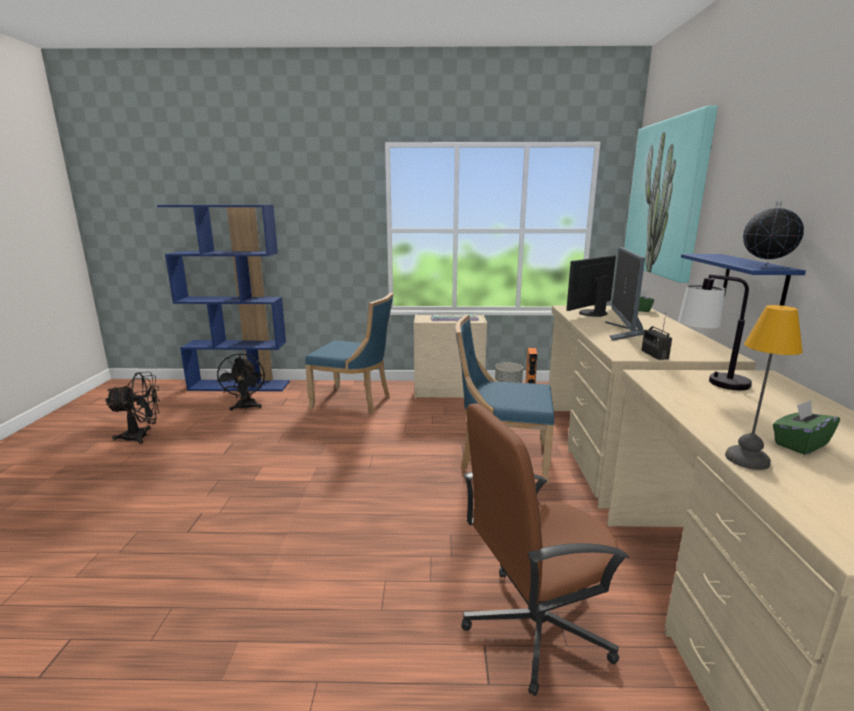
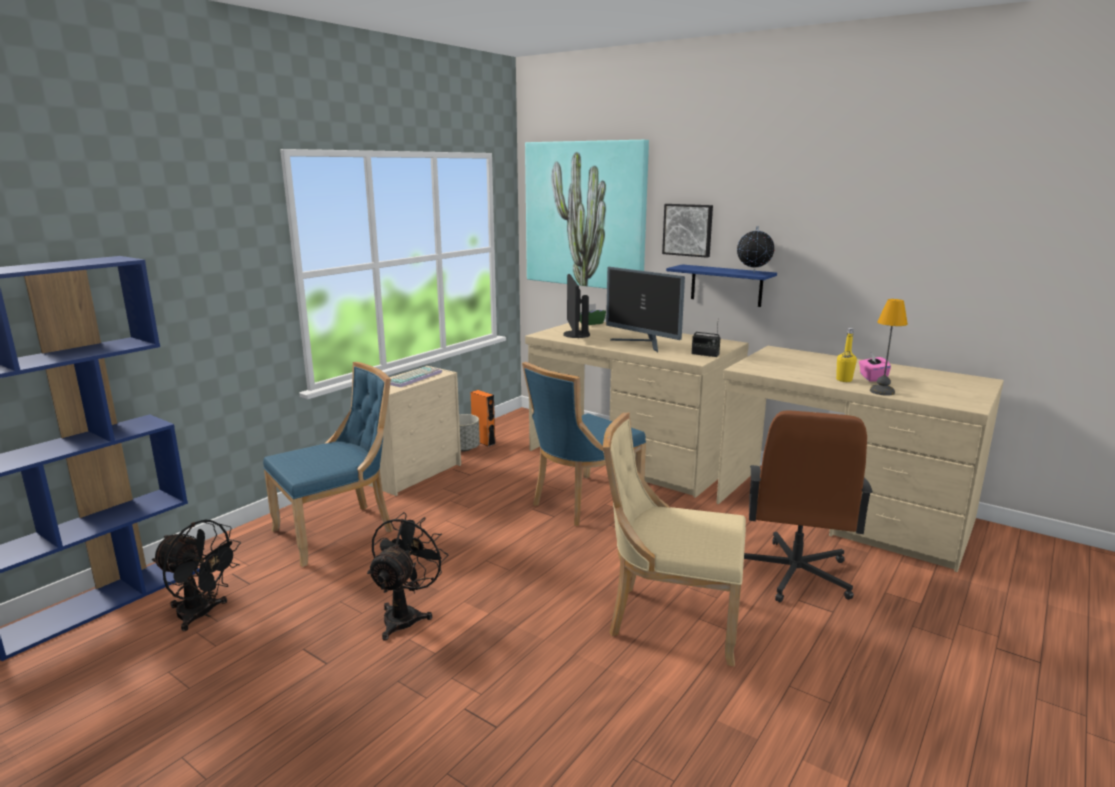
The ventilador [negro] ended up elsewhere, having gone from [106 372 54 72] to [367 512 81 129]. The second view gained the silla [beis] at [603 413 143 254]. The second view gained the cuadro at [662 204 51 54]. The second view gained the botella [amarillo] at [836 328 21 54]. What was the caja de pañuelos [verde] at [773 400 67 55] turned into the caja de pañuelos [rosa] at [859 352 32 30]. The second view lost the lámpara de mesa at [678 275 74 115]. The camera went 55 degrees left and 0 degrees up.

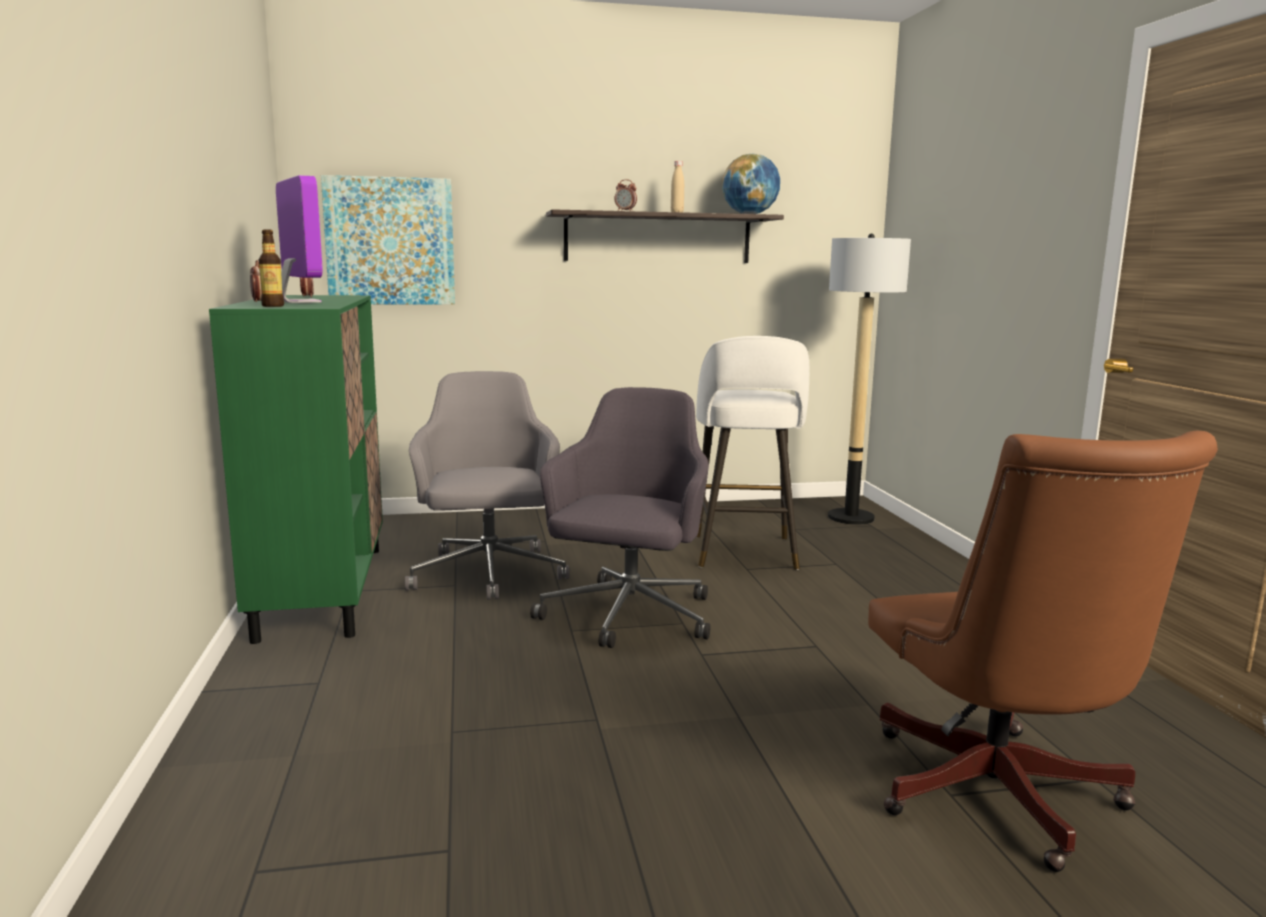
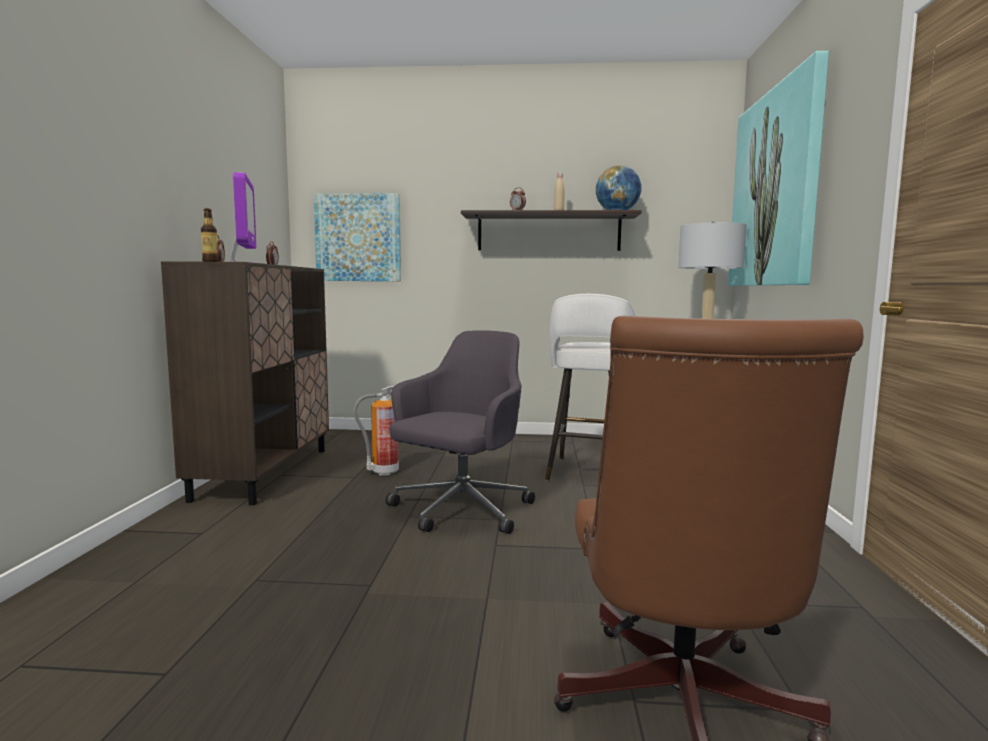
What was the armario [verde] at [209 295 174 349] turned into the armario [marrón] at [161 261 168 244]. Where the silla de oficina [gris] stood at [405 371 165 229], the extintor came to stand at [353 386 46 90]. The second view gained the cuadro at [728 51 101 235]. The camera went 15 degrees right and 5 degrees down.

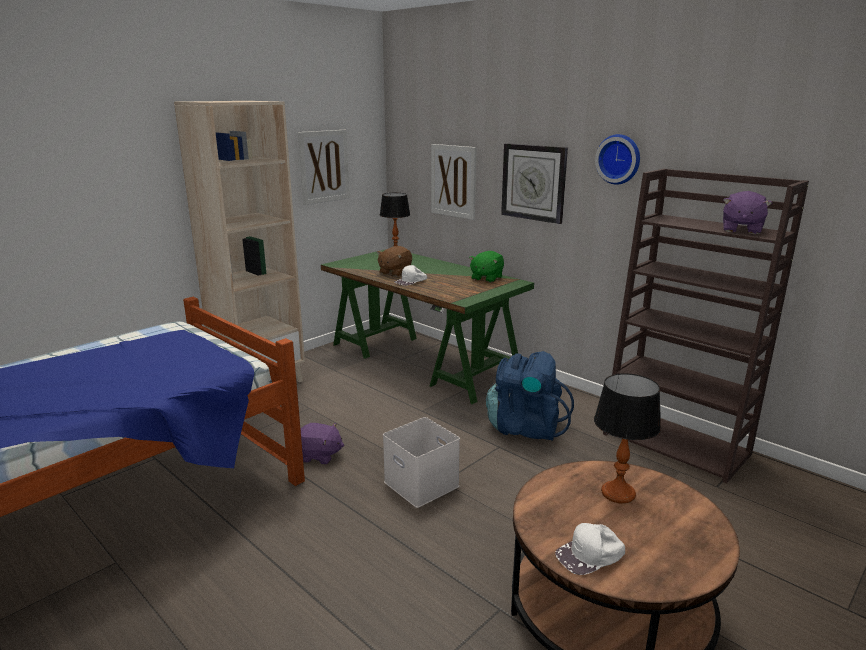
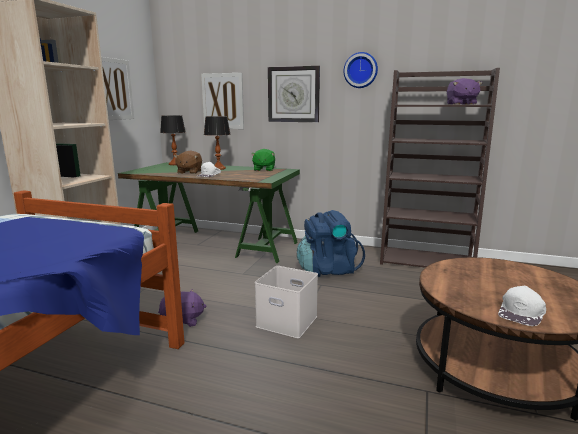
The lámpara de mesa ended up elsewhere, having gone from [594 373 67 131] to [204 116 27 54]. The camera went 25 degrees left and 5 degrees down.

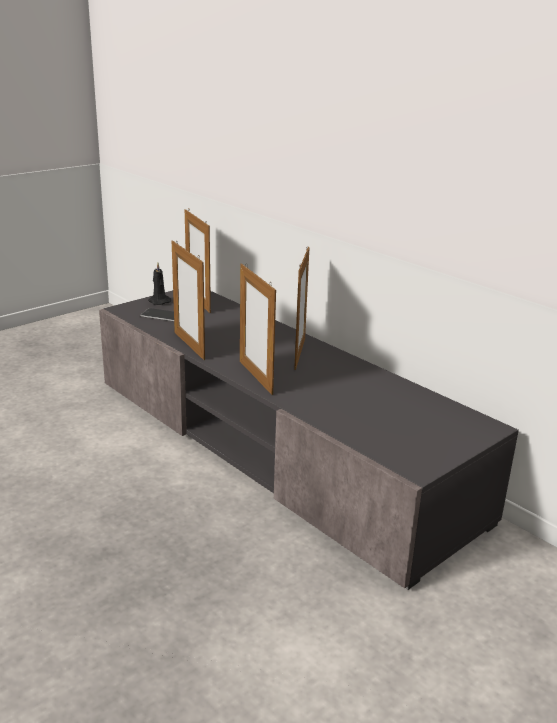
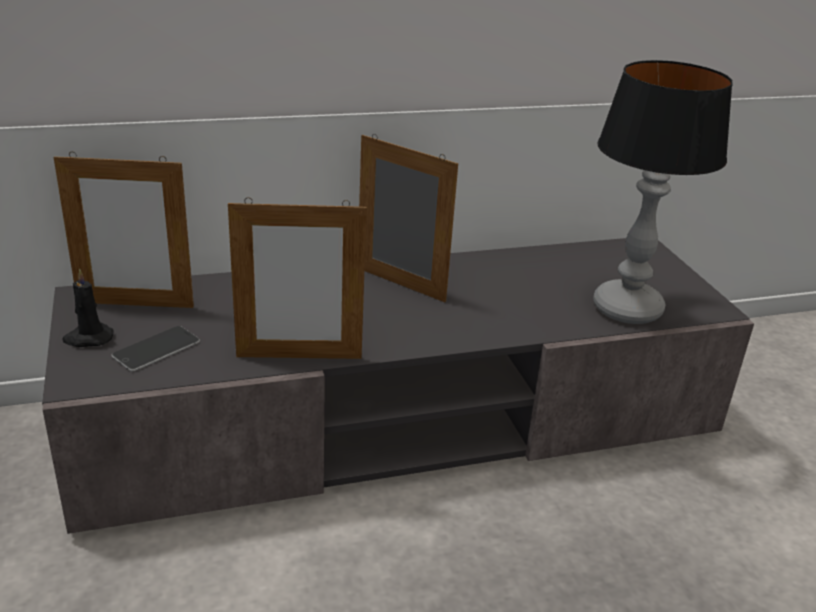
The second view gained the lámpara de mesa at [593 60 140 264]. The second view lost the portarretratos at [240 263 36 132]. The camera went 65 degrees left and 5 degrees up.

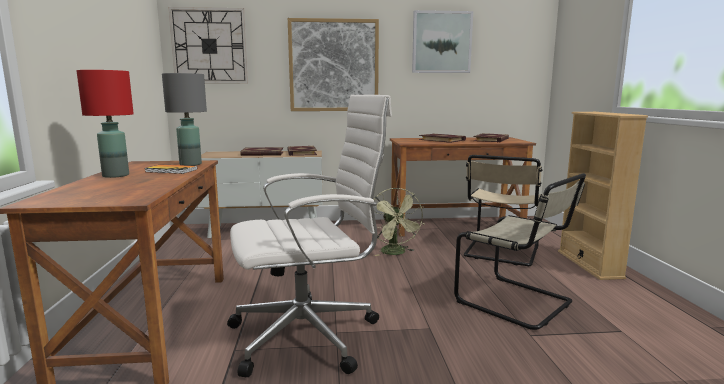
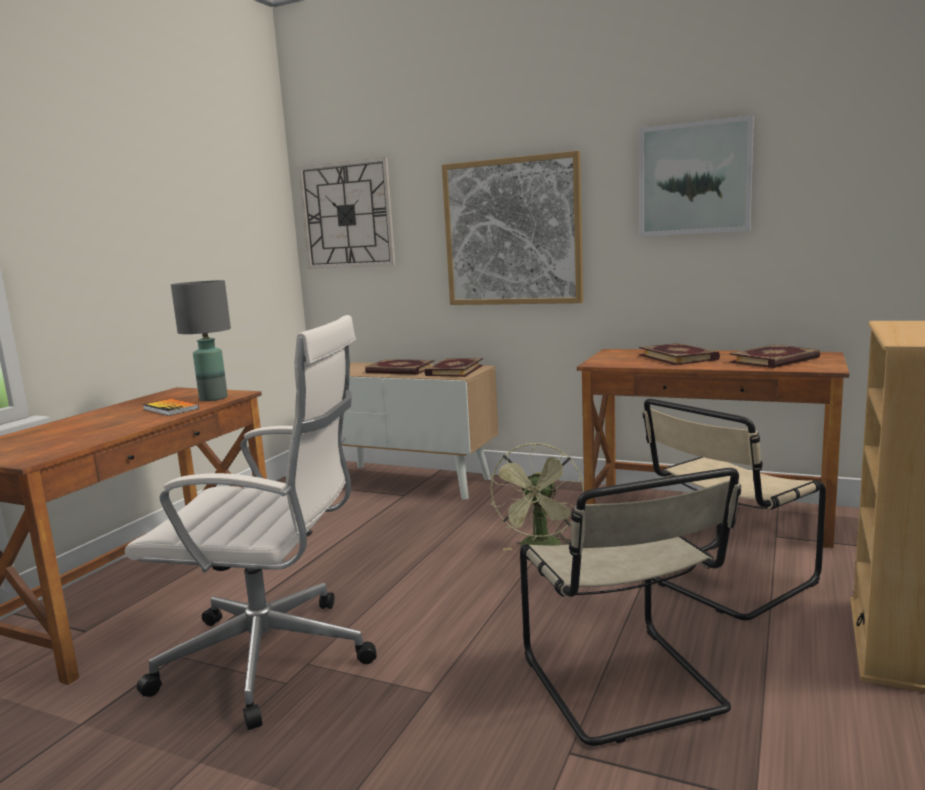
The second view lost the lámpara de mesa [rojo] at [76 70 58 108]. The camera went 30 degrees right and 0 degrees up.

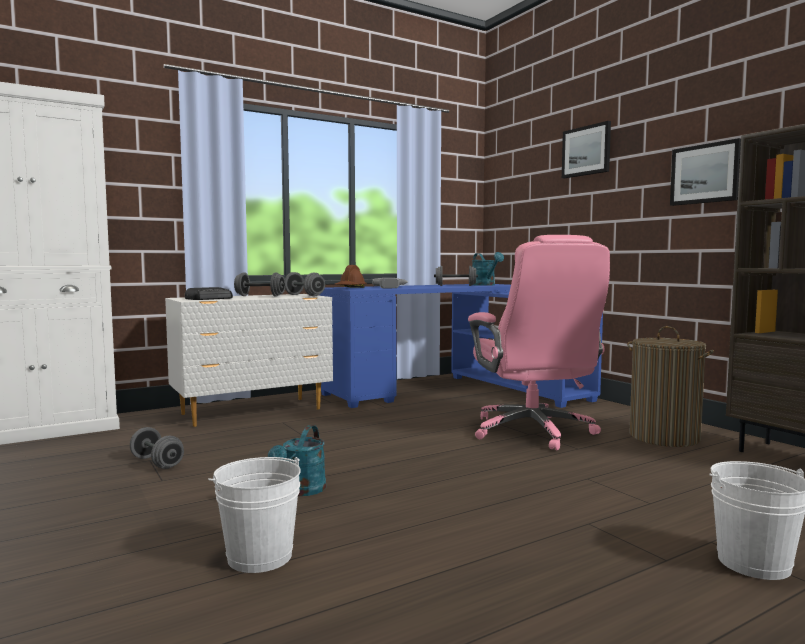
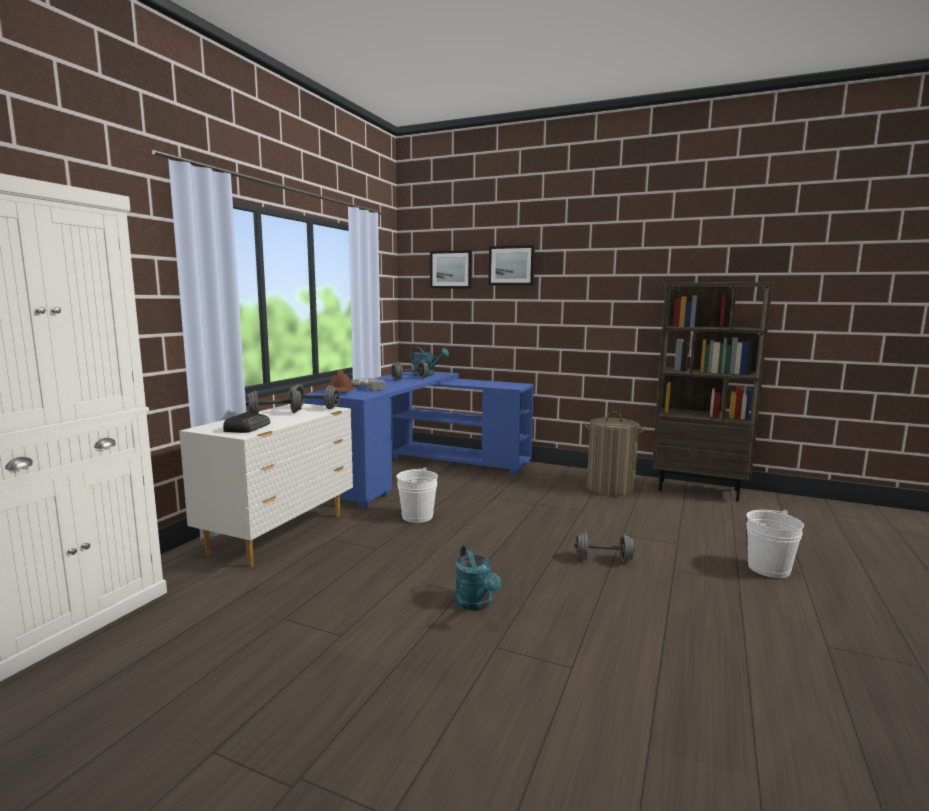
The cubo [blanco] ended up elsewhere, having gone from [208 457 93 116] to [396 467 42 56]. The cuadro ended up elsewhere, having gone from [670 138 71 68] to [430 250 42 38]. The mancuerna [gris] ended up elsewhere, having gone from [130 427 54 42] to [575 532 60 30]. The second view lost the silla de oficina [rosa] at [468 235 142 215]. The camera went 35 degrees left and 5 degrees up.

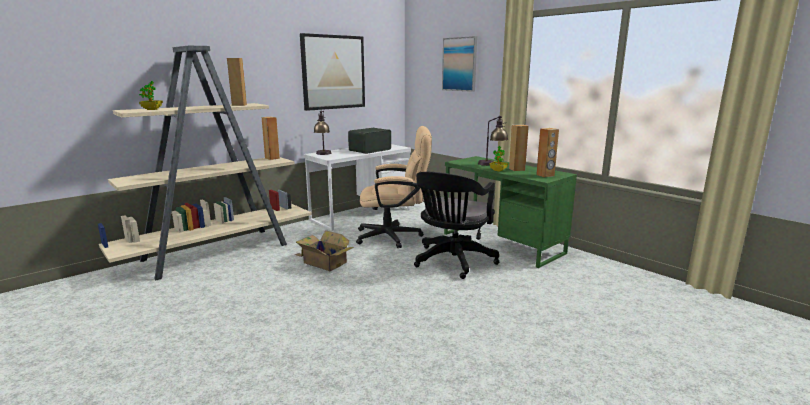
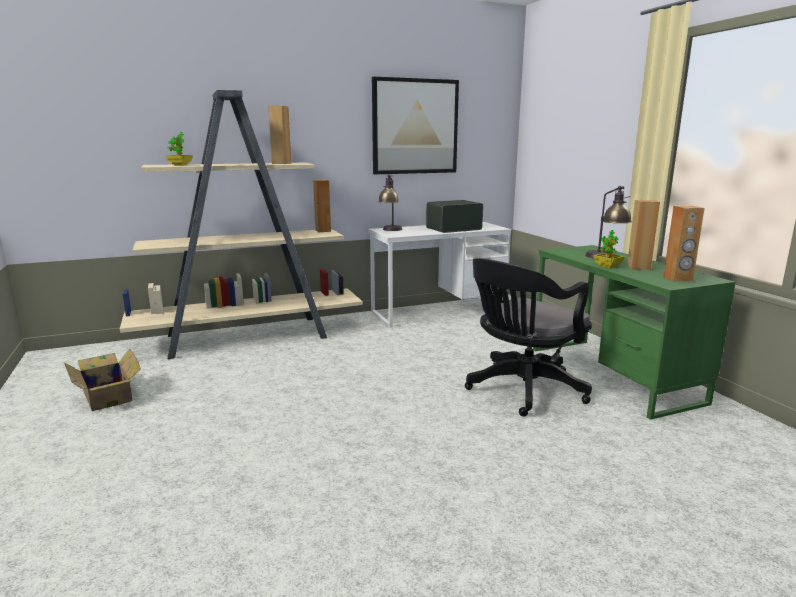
The caja de cartón ended up elsewhere, having gone from [295 230 59 41] to [64 349 77 62]. The second view lost the silla de oficina [beis] at [356 126 76 122]. The second view lost the cuadro at [442 36 35 56]. The camera went 20 degrees right and 0 degrees up.

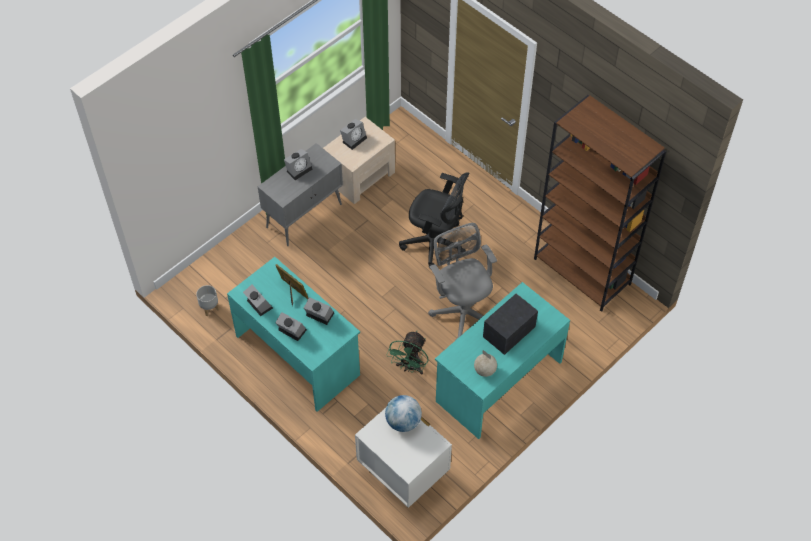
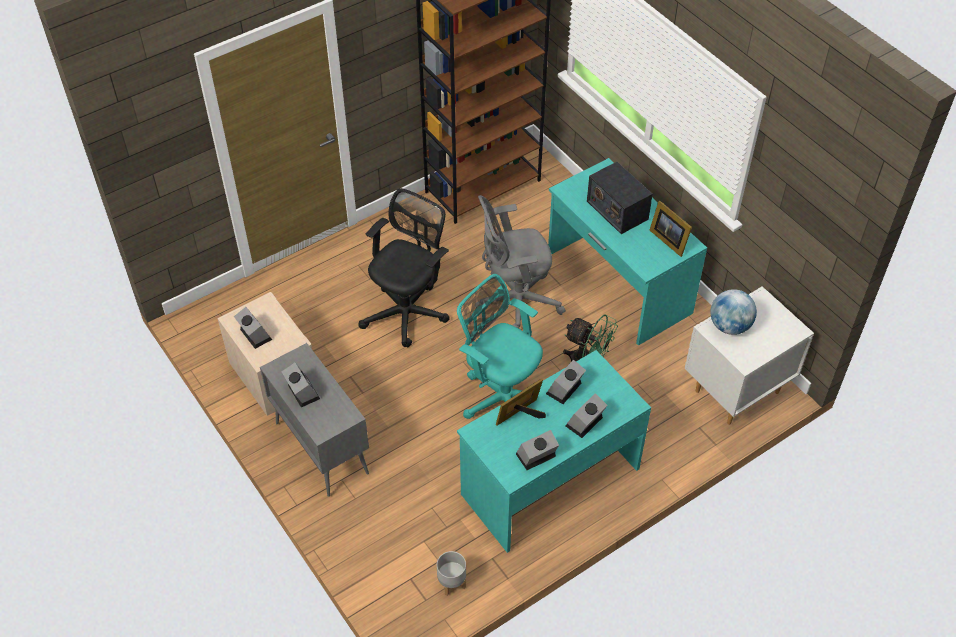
The second view gained the silla de oficina [turquesa] at [457 274 86 145]. Where the globo terráqueo stood at [474 350 23 27], the portarretratos came to stand at [650 201 42 56]. The camera went 80 degrees left and 5 degrees down.

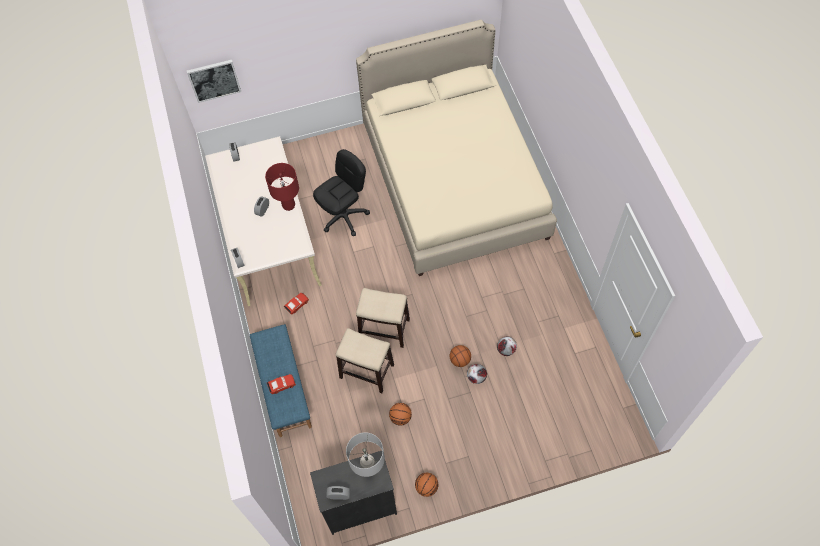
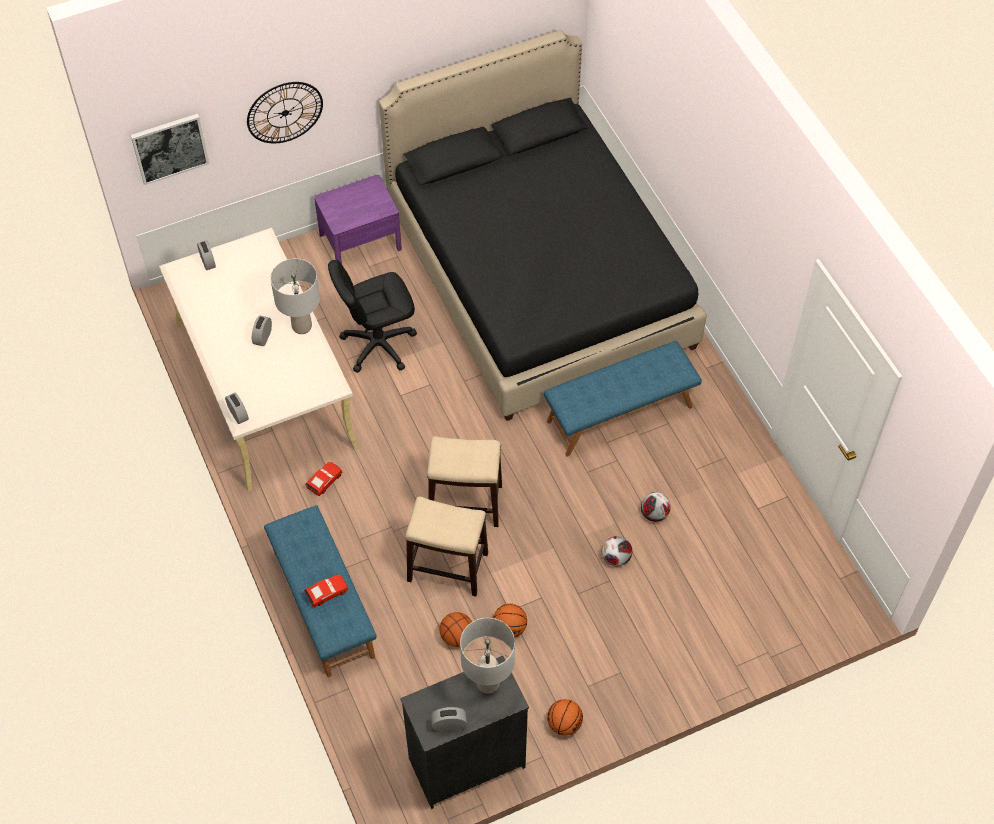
The second view gained the reloj de pared at [247 82 76 61]. What was the lámpara de mesa [rojo] at [265 163 34 48] turned into the lámpara de mesa [gris] at [270 259 50 75]. The second view gained the mesita de noche [morado] at [314 175 88 89]. The silla de oficina [negro] at [313 149 57 87] ended up facing another way, 150 degrees counterclockwise from before. What was the cama [beis] at [356 19 201 257] turned into the cama [negro] at [379 30 328 391]. The balón de baloncesto ended up elsewhere, having gone from [450 345 21 22] to [440 612 32 35]. The second view gained the banco [azul] at [544 341 158 116]. The camera went 10 degrees left and 5 degrees down.

